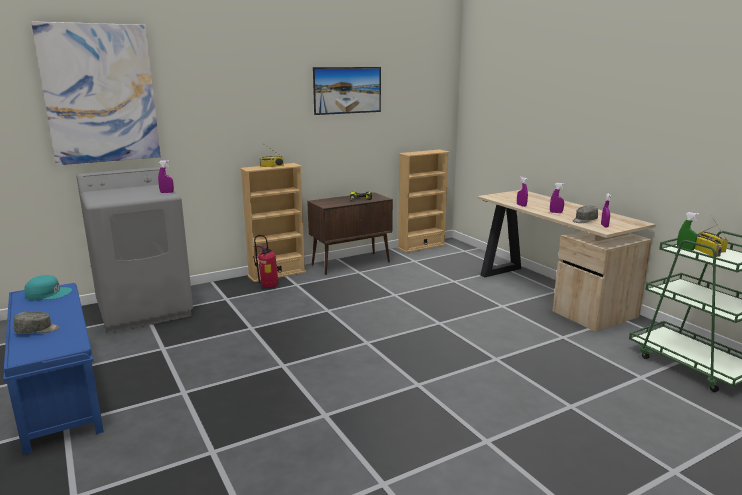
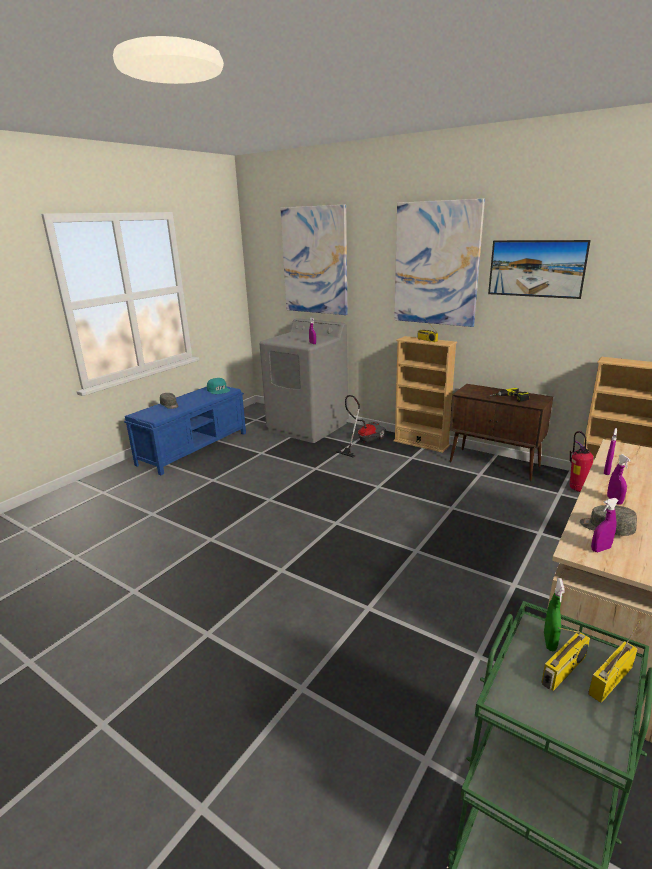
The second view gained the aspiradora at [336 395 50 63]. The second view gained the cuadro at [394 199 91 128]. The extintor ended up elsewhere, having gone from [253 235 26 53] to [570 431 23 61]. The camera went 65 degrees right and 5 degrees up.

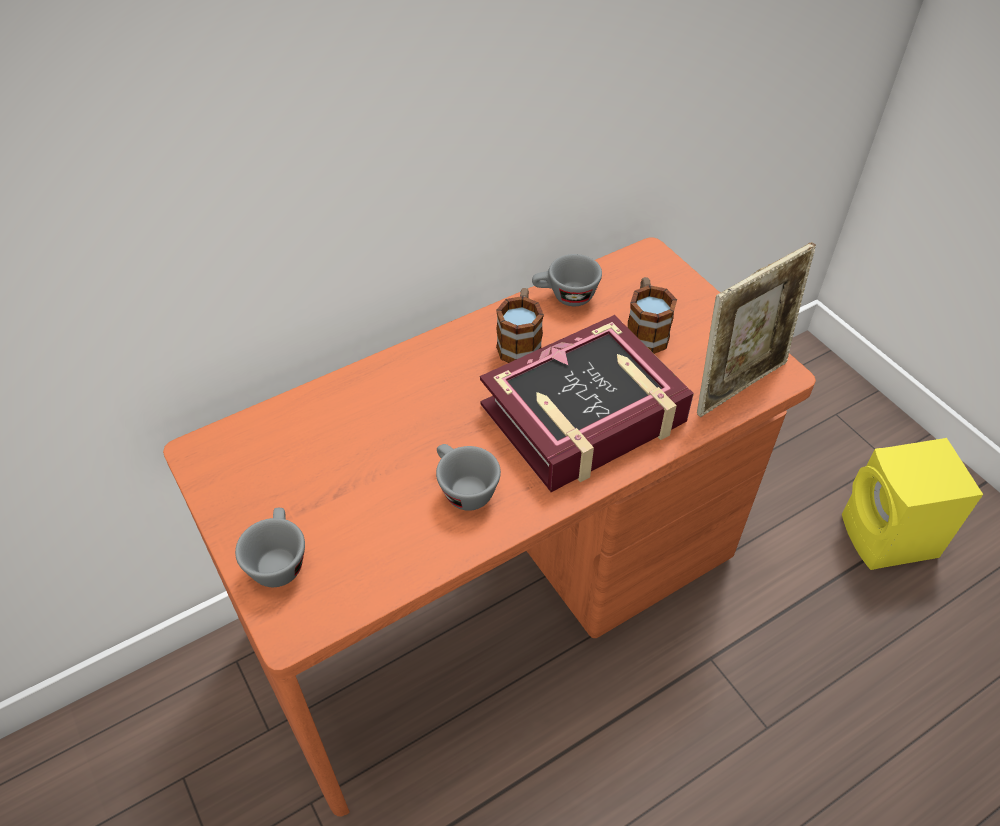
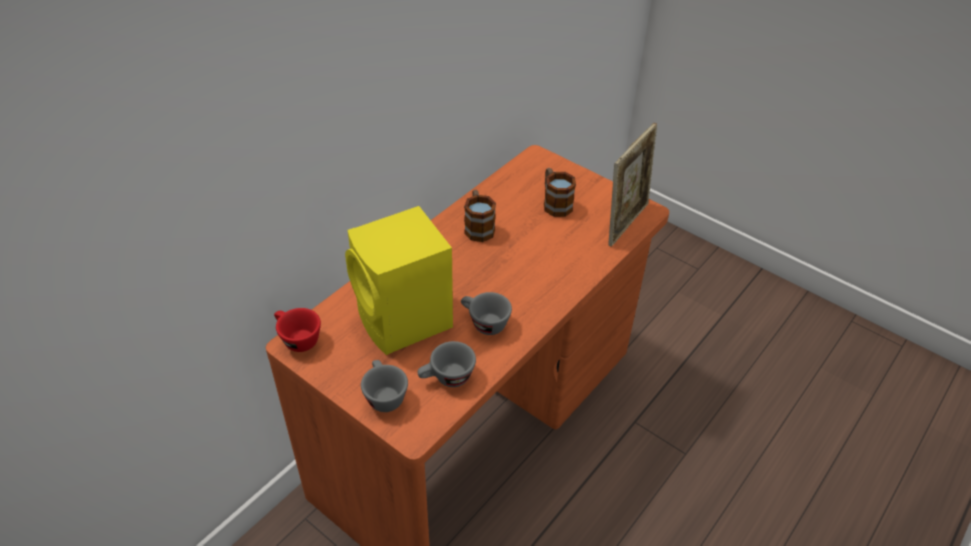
The second view gained the taza [rojo] at [274 308 47 44]. The altavoz [amarillo] ended up elsewhere, having gone from [842 438 141 132] to [345 206 108 149]. The taza [gris] ended up elsewhere, having gone from [532 254 70 52] to [418 341 58 46]. The second view lost the libro at [480 315 214 177]. The camera went 20 degrees left and 5 degrees down.

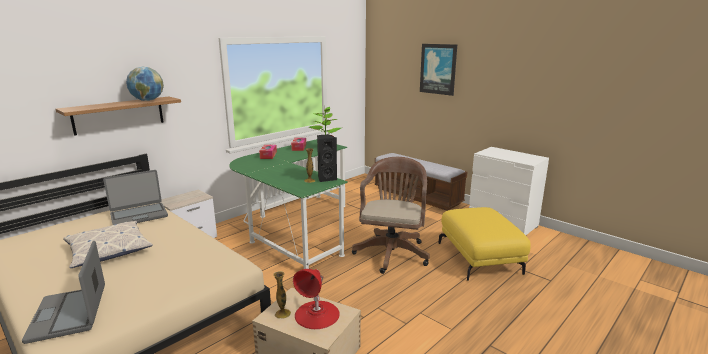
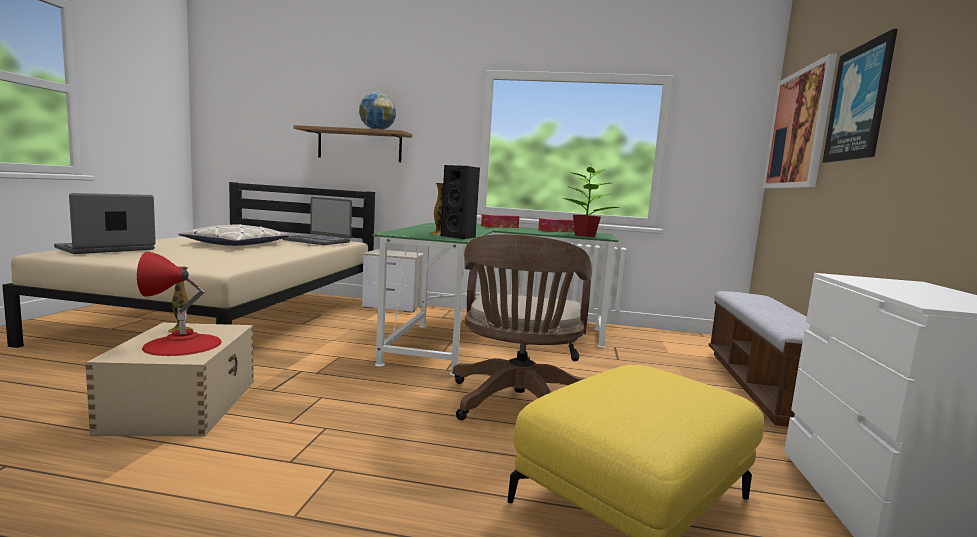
The silla de oficina [marrón] at [352 157 78 117] ended up facing another way, 120 degrees clockwise from before. The second view gained the cuadro at [762 54 75 135]. The camera went 55 degrees right and 10 degrees down.

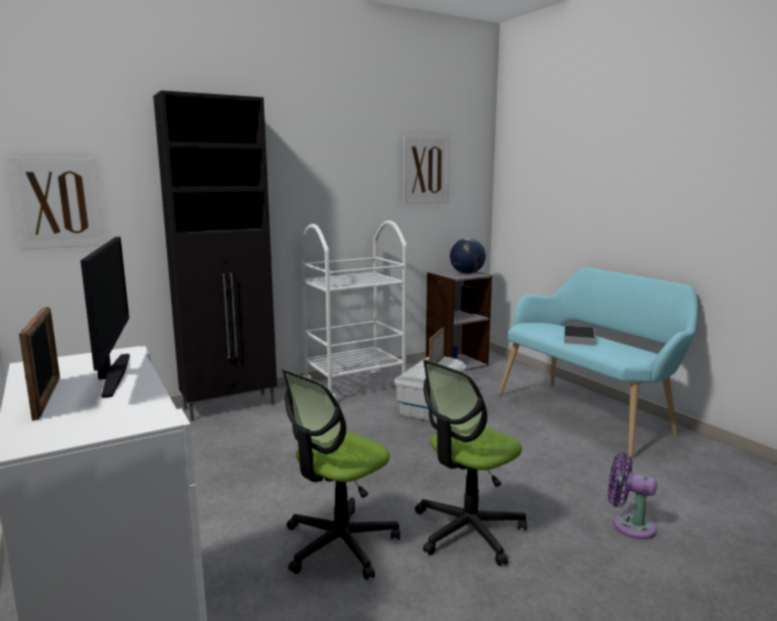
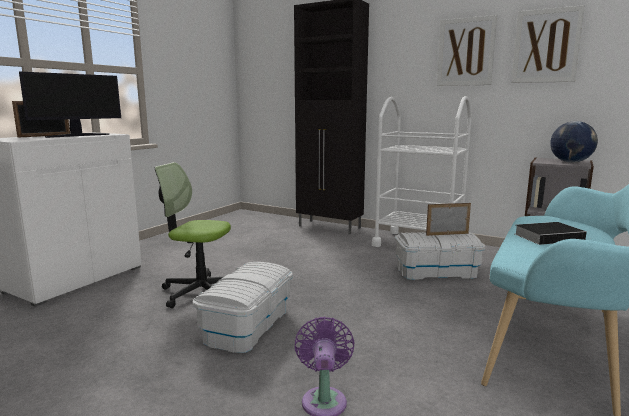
Where the silla de oficina stood at [415 360 112 206], the caja de almacenaje [blanco] came to stand at [192 262 101 91]. The cuadro ended up elsewhere, having gone from [9 157 95 93] to [437 15 60 71]. The camera went 60 degrees right and 0 degrees up.

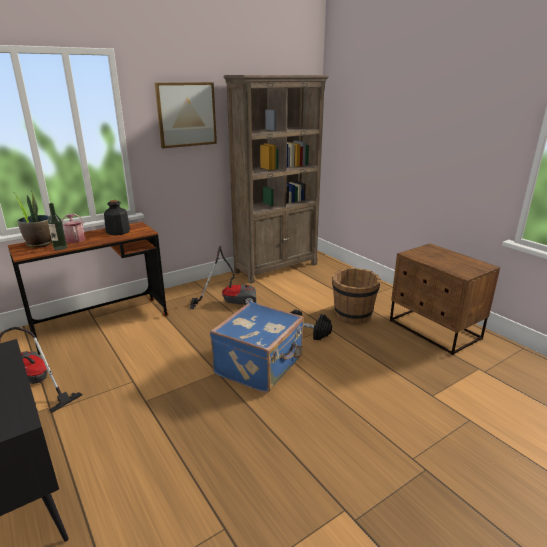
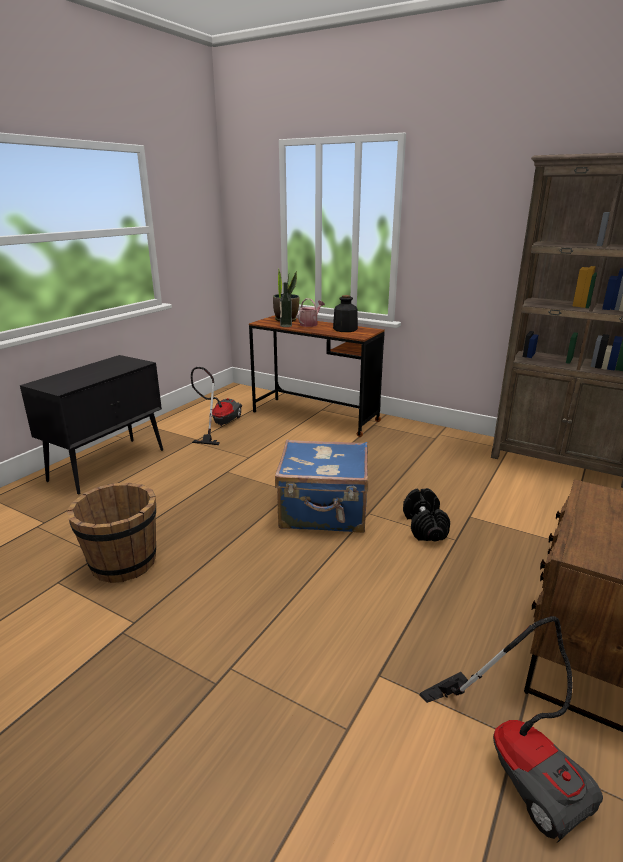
The cubo [marrón] ended up elsewhere, having gone from [332 268 49 55] to [67 483 89 100]. The aspiradora ended up elsewhere, having gone from [190 246 66 63] to [419 616 184 226]. The second view lost the cuadro at [155 82 62 66]. The camera went 65 degrees right and 0 degrees up.

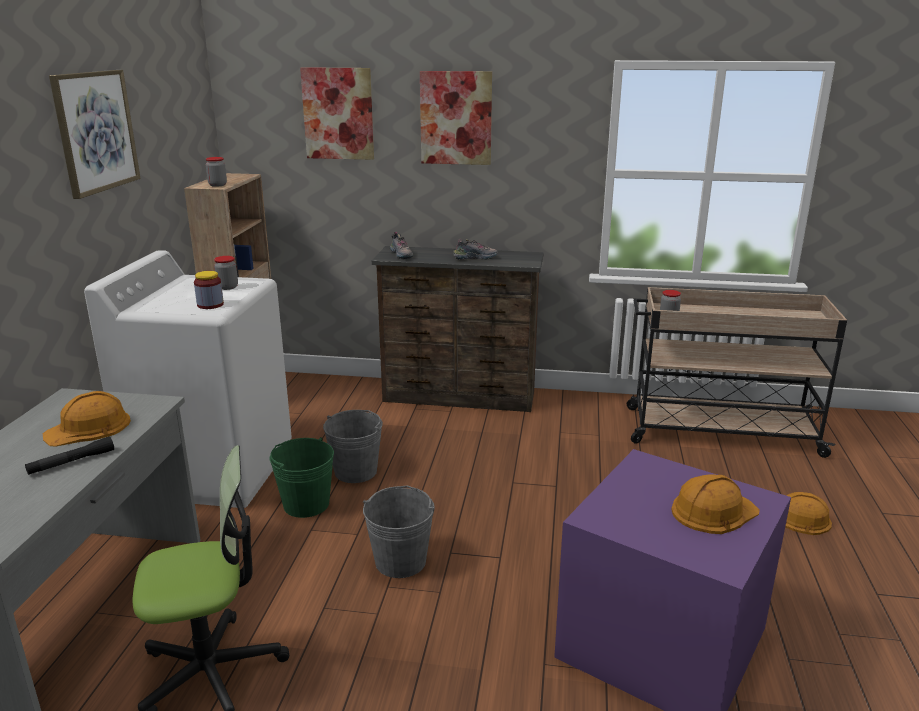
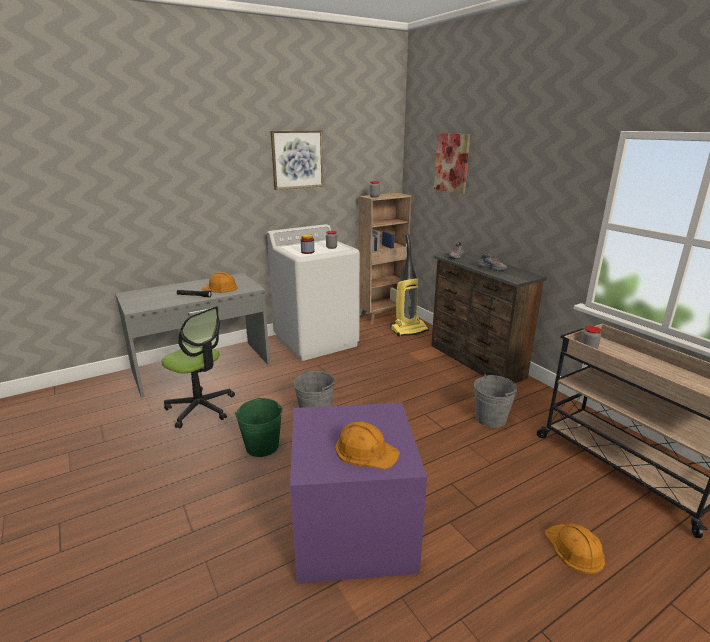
The cubo [verde] ended up elsewhere, having gone from [270 437 64 81] to [235 398 48 59]. The second view gained the aspiradora at [391 235 38 102]. The cubo [gris] ended up elsewhere, having gone from [323 410 60 73] to [474 374 43 54]. The second view lost the cuadro at [420 71 72 94]. The camera went 50 degrees right and 0 degrees up.

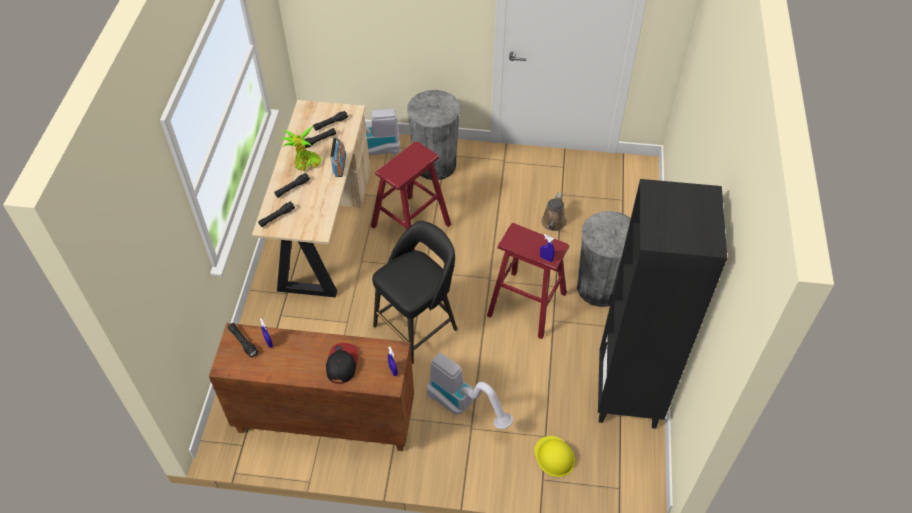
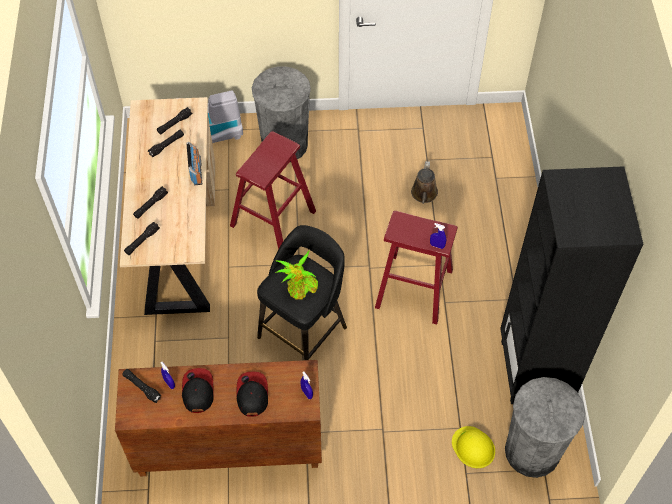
The second view gained the gorra at [182 368 31 45]. The planta en maceta ended up elsewhere, having gone from [280 126 42 45] to [275 249 43 51]. The papelera [gris] ended up elsewhere, having gone from [577 211 54 96] to [505 377 80 101]. The second view lost the aspiradora at [427 353 86 76]. The camera went 10 degrees left and 5 degrees up.

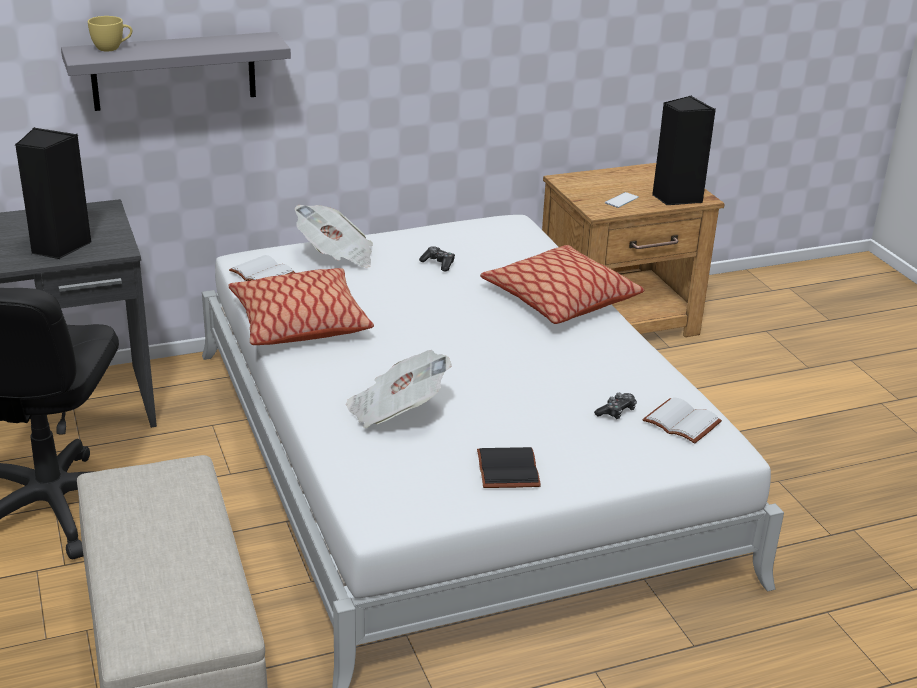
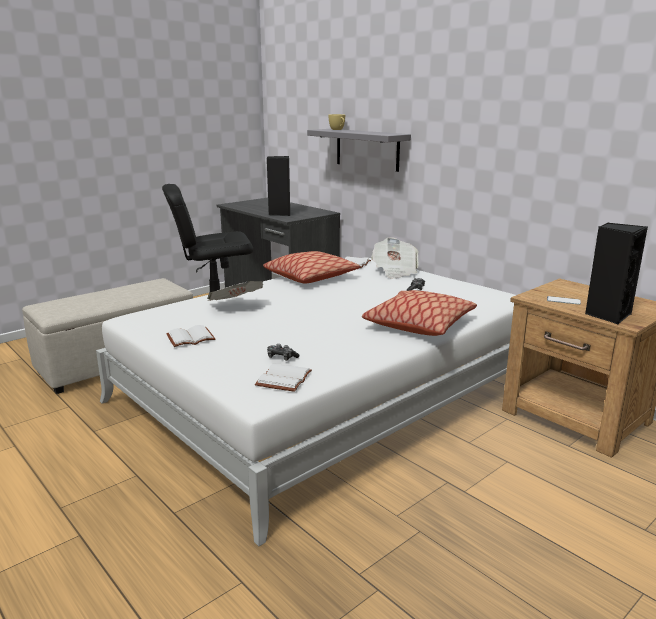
What was the libro [negro] at [477 447 64 41] turned into the libro [blanco] at [166 325 50 22]. The camera went 70 degrees right and 10 degrees down.

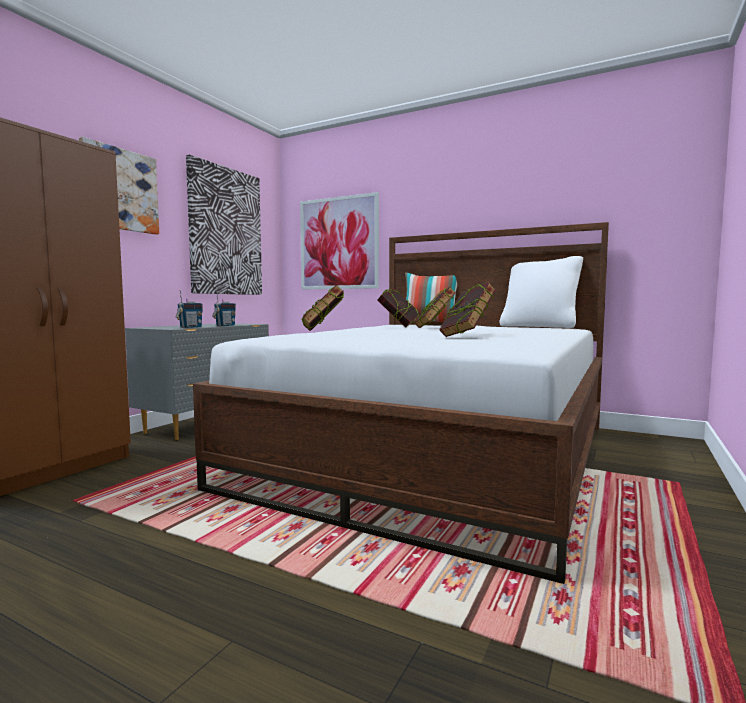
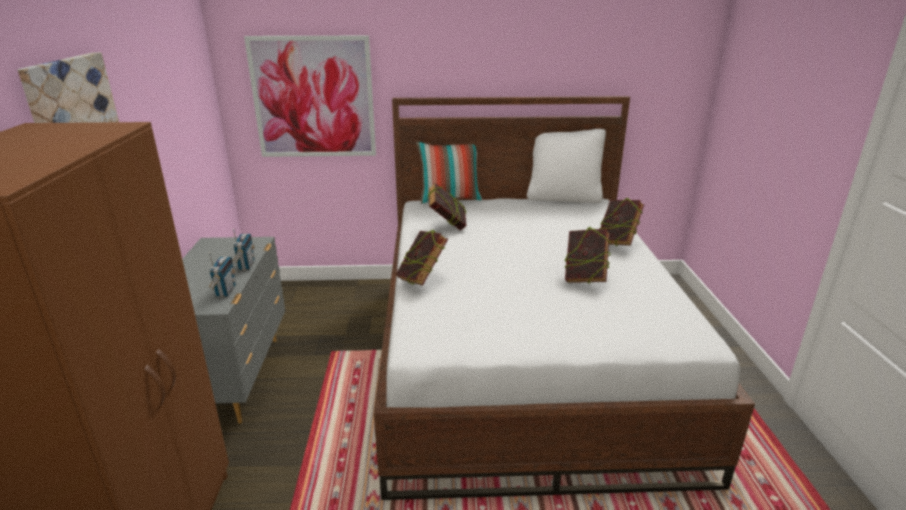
The libro ended up elsewhere, having gone from [414 286 42 42] to [600 197 44 49]. The second view lost the cuadro at [186 155 76 140]. The camera went 30 degrees left and 20 degrees up.

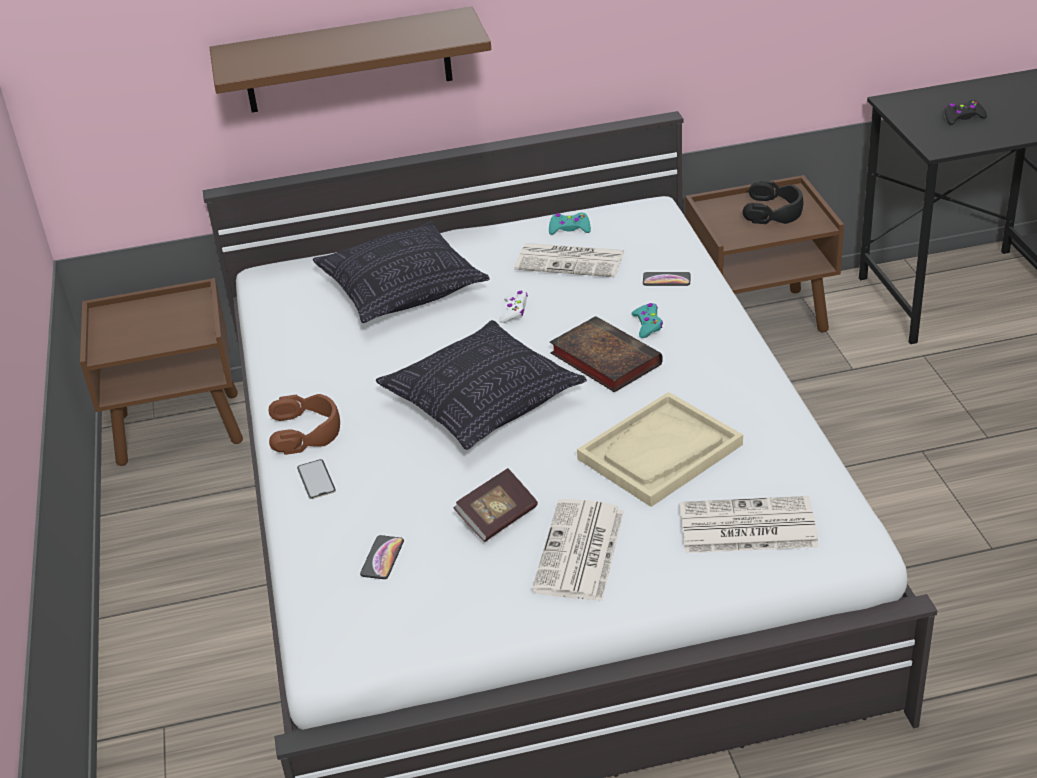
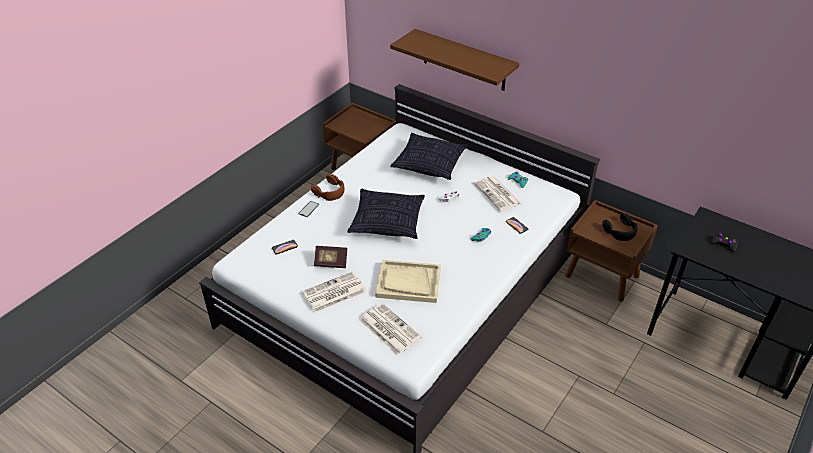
The second view lost the libro at [550 316 113 76]. The camera went 45 degrees right and 5 degrees up.

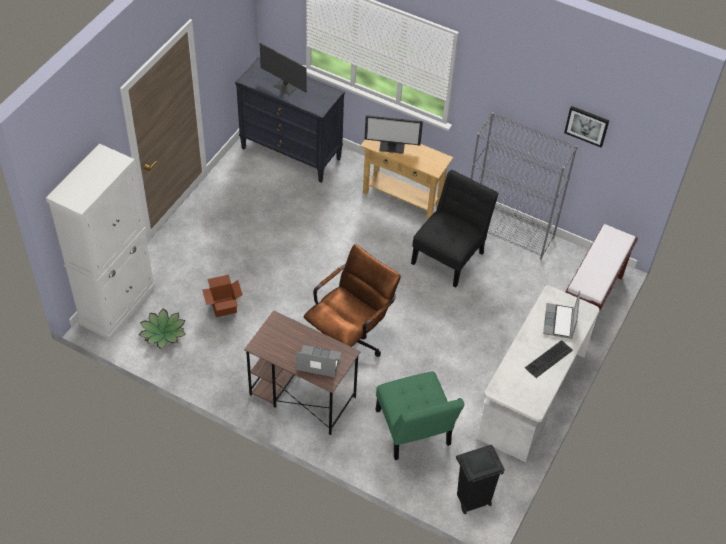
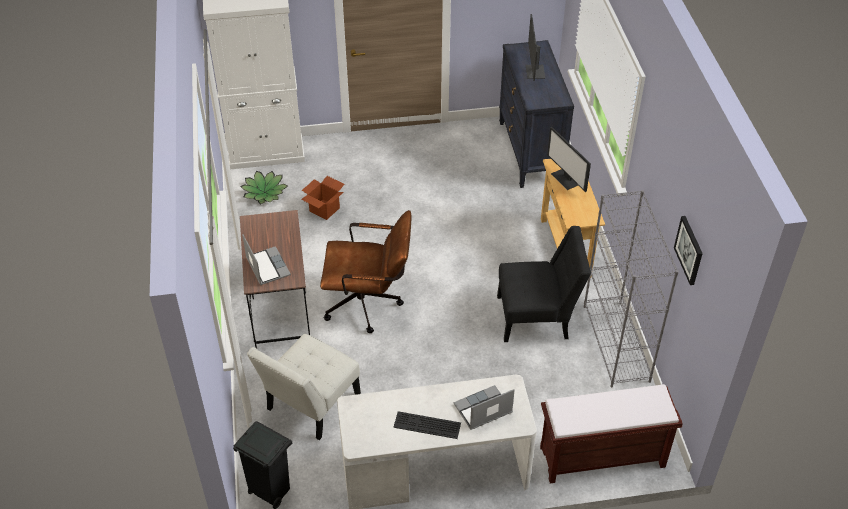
What was the silla [verde] at [376 371 89 89] turned into the silla [blanco] at [247 334 114 106]. The camera went 55 degrees right and 5 degrees down.

